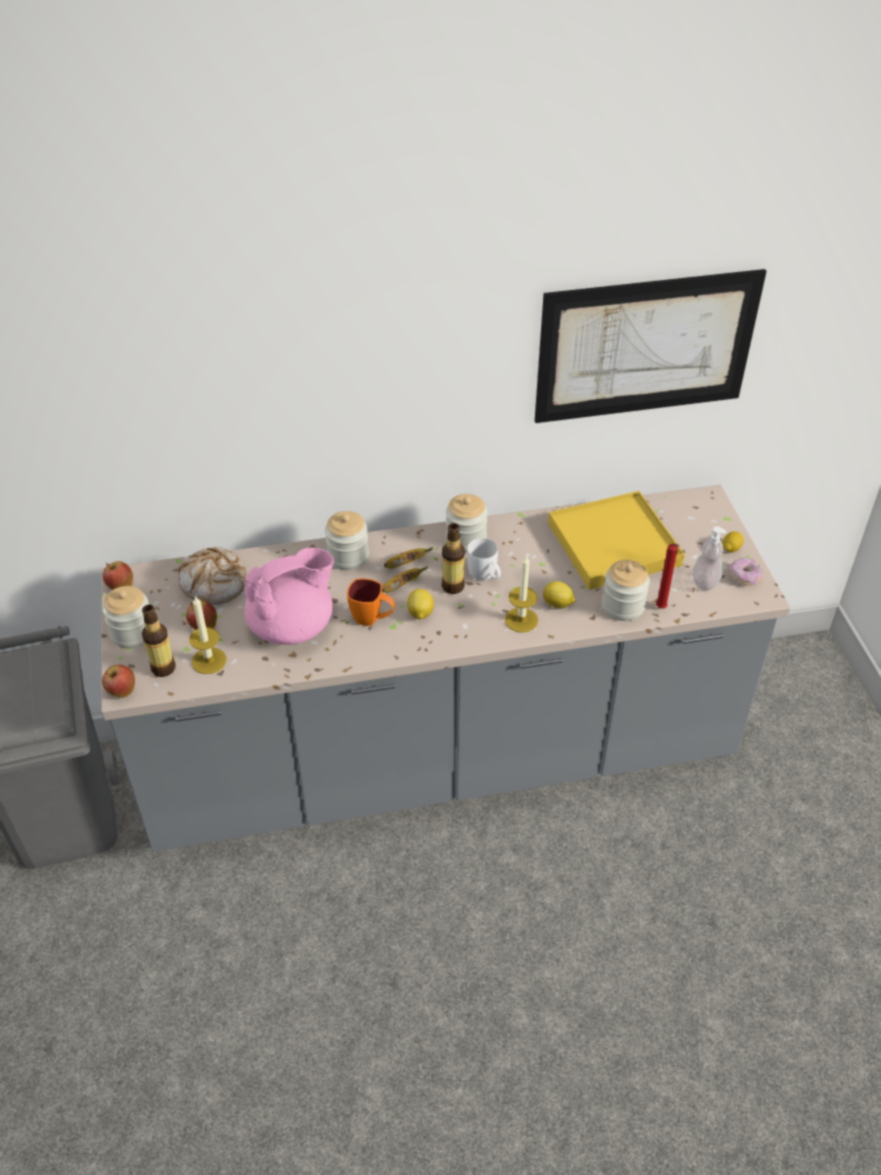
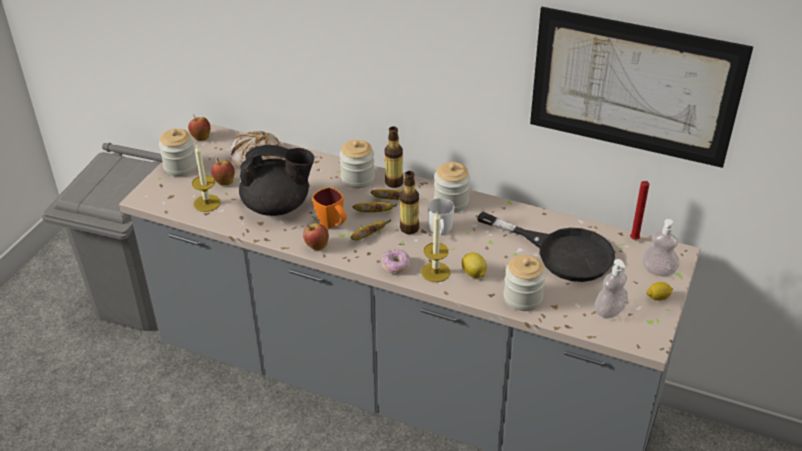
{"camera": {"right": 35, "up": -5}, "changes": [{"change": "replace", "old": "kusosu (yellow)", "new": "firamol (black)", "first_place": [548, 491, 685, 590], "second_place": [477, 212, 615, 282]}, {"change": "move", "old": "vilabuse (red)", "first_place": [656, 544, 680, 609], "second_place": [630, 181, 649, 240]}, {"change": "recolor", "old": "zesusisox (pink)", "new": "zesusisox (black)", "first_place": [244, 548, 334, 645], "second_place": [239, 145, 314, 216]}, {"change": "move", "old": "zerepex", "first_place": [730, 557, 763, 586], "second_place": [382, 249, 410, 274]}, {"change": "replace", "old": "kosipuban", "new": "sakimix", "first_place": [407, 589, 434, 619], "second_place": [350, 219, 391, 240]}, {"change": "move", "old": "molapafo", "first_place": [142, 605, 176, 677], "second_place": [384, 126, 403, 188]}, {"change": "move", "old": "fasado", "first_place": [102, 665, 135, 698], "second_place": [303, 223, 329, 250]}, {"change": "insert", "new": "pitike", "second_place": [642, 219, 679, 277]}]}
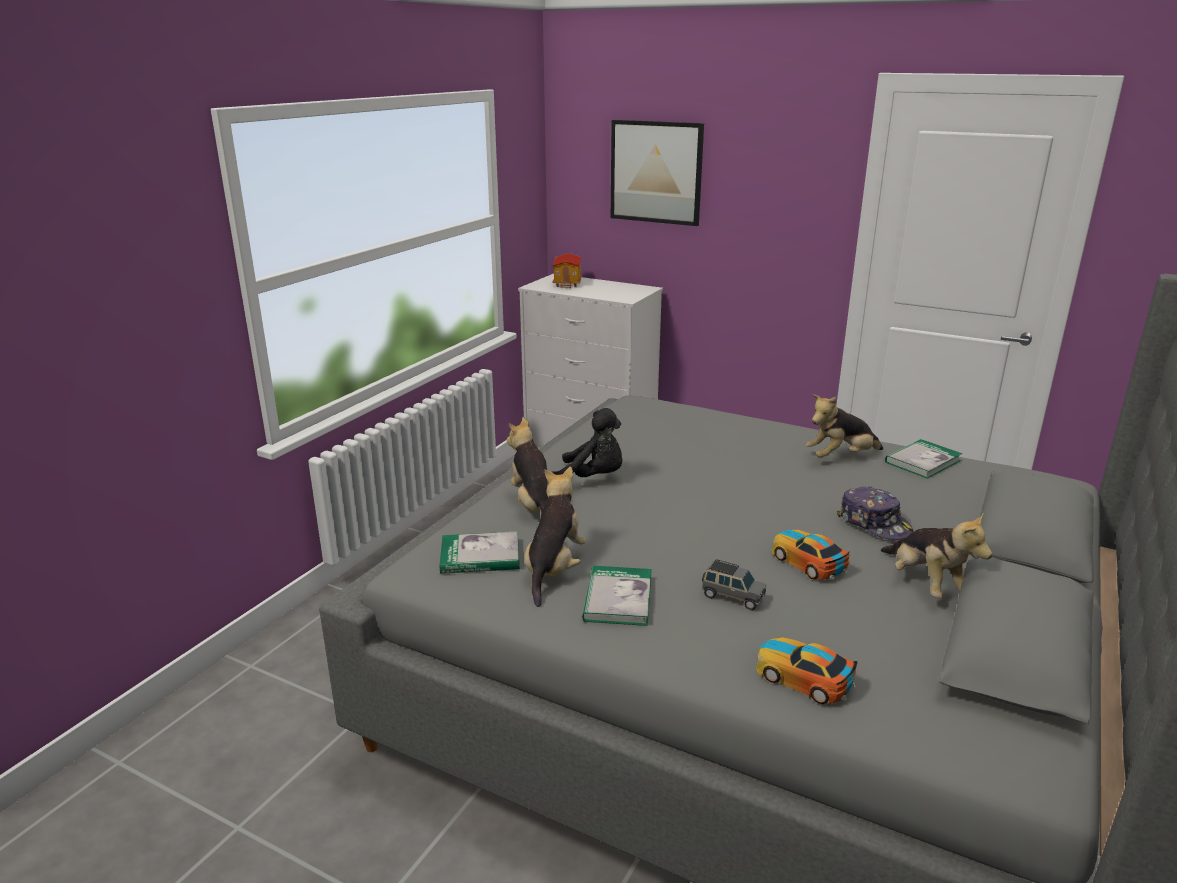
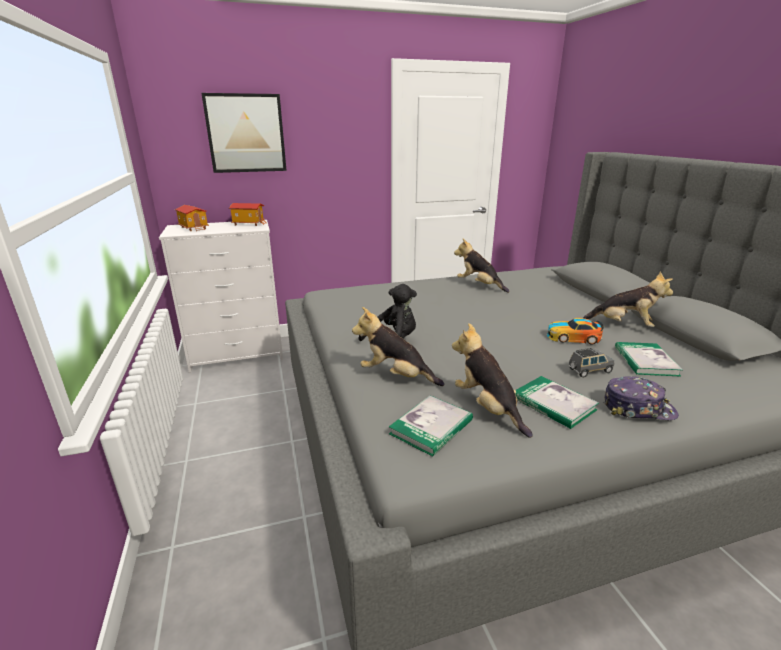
{"camera": {"right": -45, "up": 0}, "changes": [{"change": "rotate", "old": "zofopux", "first_place": [806, 394, 883, 458], "second_place": [454, 238, 509, 293], "degrees": 105}, {"change": "move", "old": "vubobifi", "first_place": [885, 439, 962, 479], "second_place": [615, 342, 683, 376]}, {"change": "move", "old": "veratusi", "first_place": [837, 486, 913, 540], "second_place": [603, 376, 679, 420]}, {"change": "delete", "old": "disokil", "first_place": [756, 637, 857, 704]}, {"change": "insert", "new": "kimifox", "second_place": [229, 203, 267, 226]}]}
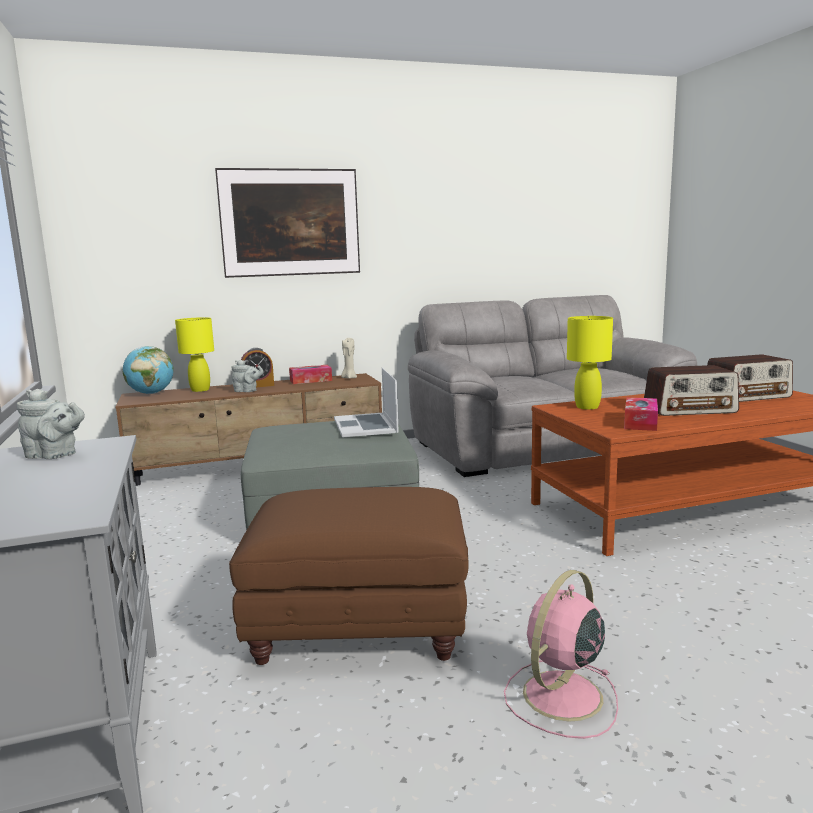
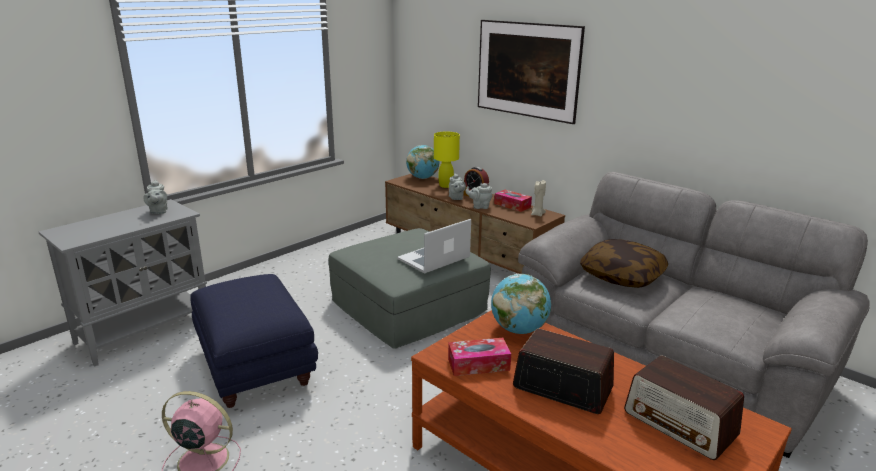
{"camera": {"right": 60, "up": 10}, "changes": [{"change": "replace", "old": "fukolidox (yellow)", "new": "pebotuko", "first_place": [567, 316, 613, 410], "second_place": [491, 274, 551, 334]}, {"change": "rotate", "old": "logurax", "first_place": [644, 365, 739, 416], "second_place": [513, 329, 614, 414], "degrees": 150}, {"change": "recolor", "old": "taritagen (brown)", "new": "taritagen (blue)", "first_place": [229, 487, 469, 665], "second_place": [190, 274, 318, 408]}, {"change": "insert", "new": "zesusisox (grey)", "second_place": [465, 183, 492, 209]}, {"change": "insert", "new": "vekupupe", "second_place": [580, 239, 668, 288]}]}
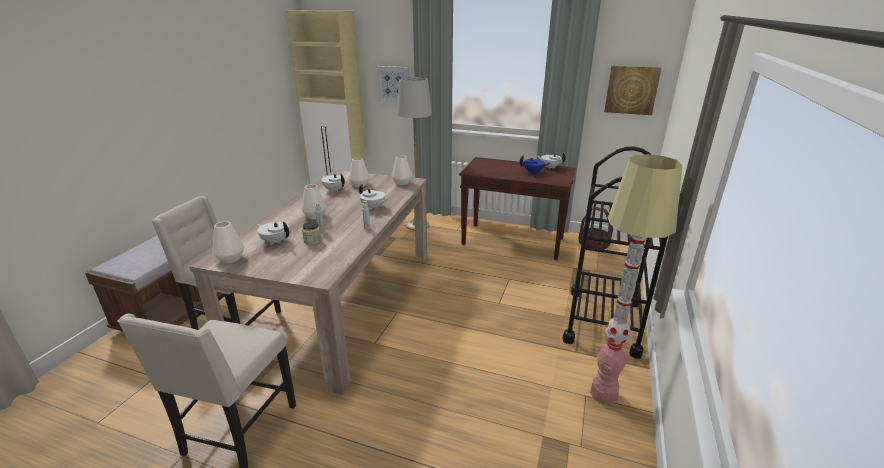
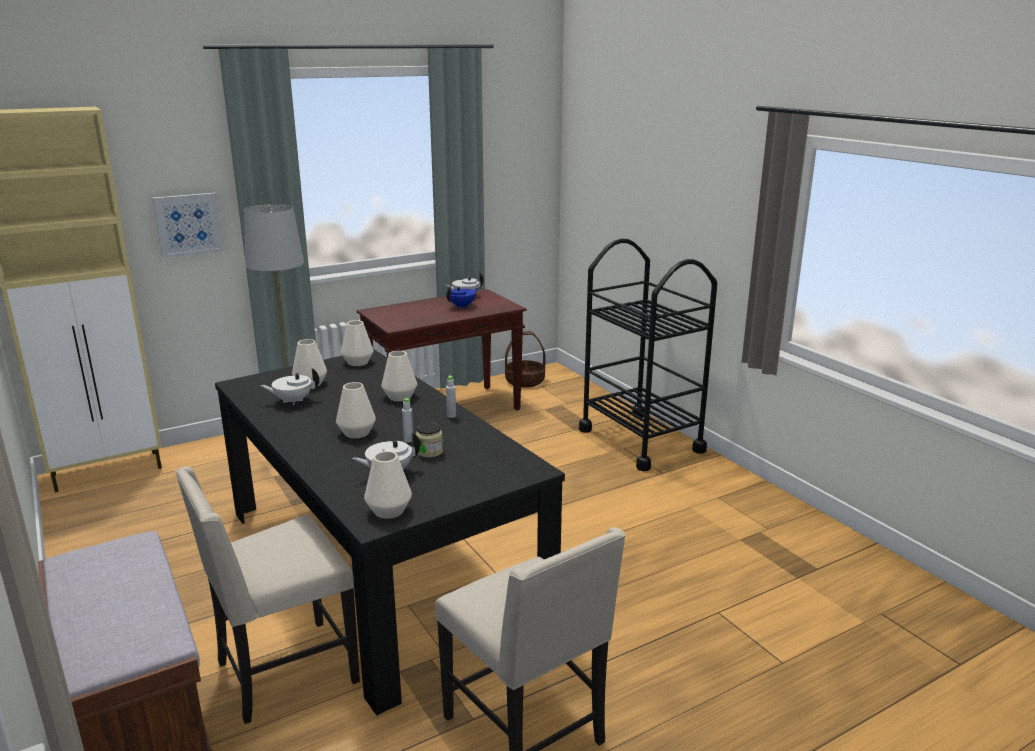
{"camera": {"right": -50, "up": -5}, "changes": [{"change": "delete", "old": "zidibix", "first_place": [604, 65, 661, 115]}, {"change": "delete", "old": "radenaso", "first_place": [590, 154, 682, 404]}, {"change": "recolor", "old": "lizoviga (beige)", "new": "lizoviga (black)", "first_place": [189, 170, 427, 395], "second_place": [215, 349, 565, 715]}, {"change": "replace", "old": "zesusisox (white)", "new": "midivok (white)", "first_place": [359, 184, 388, 210], "second_place": [381, 351, 417, 402]}]}
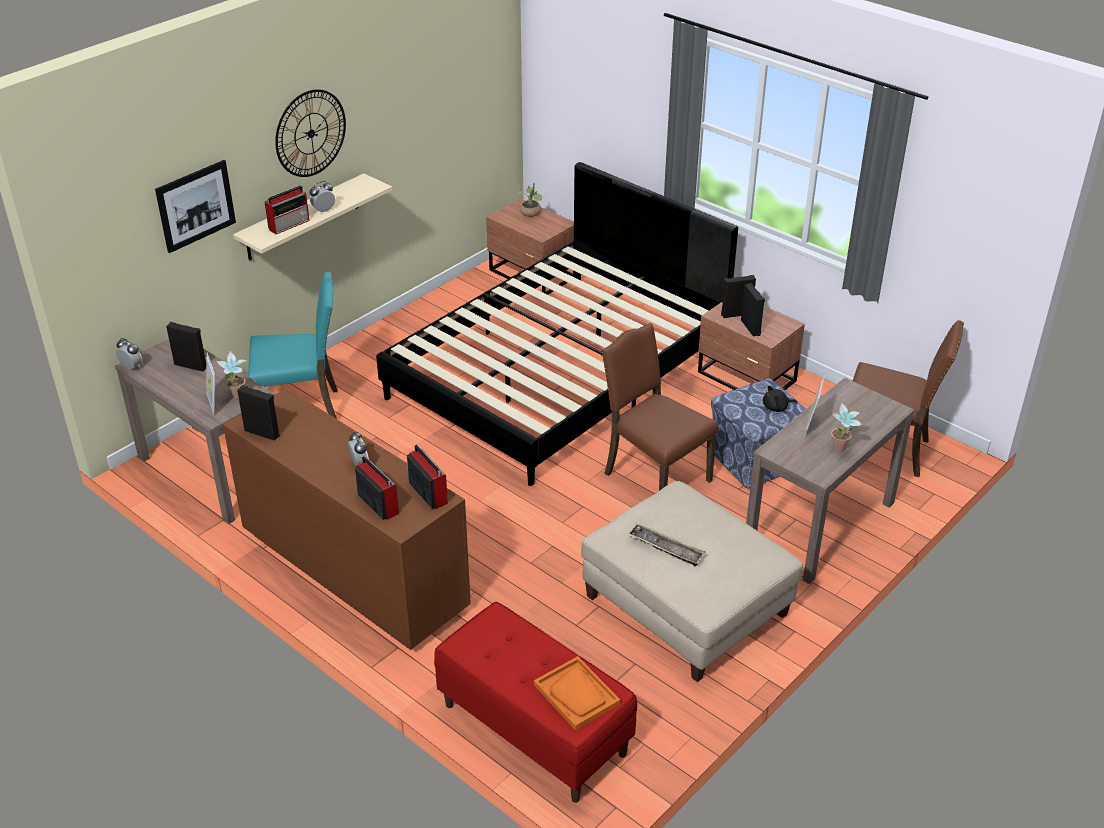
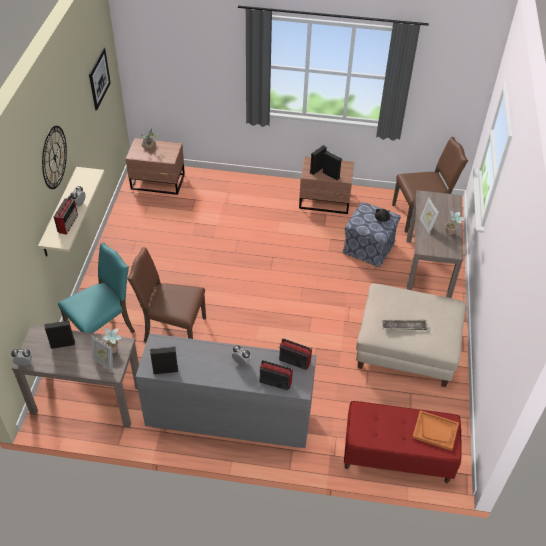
{"camera": {"right": -35, "up": 10}, "changes": [{"change": "move", "old": "zidibix", "first_place": [155, 160, 236, 253], "second_place": [89, 47, 111, 110]}, {"change": "delete", "old": "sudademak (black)", "first_place": [376, 162, 738, 486]}, {"change": "move", "old": "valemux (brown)", "first_place": [601, 323, 719, 491], "second_place": [128, 247, 206, 342]}, {"change": "recolor", "old": "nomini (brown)", "new": "nomini (grey)", "first_place": [223, 388, 471, 650], "second_place": [136, 333, 316, 448]}]}
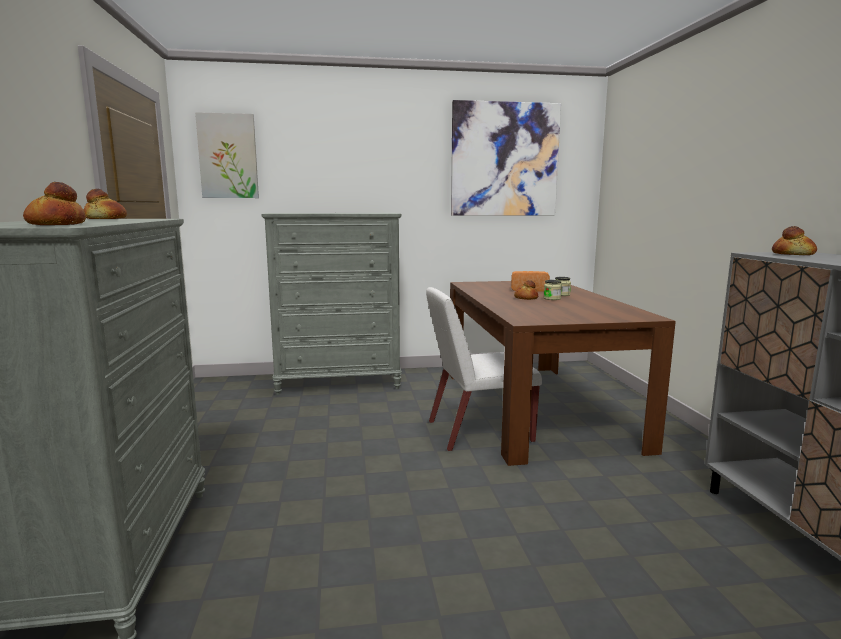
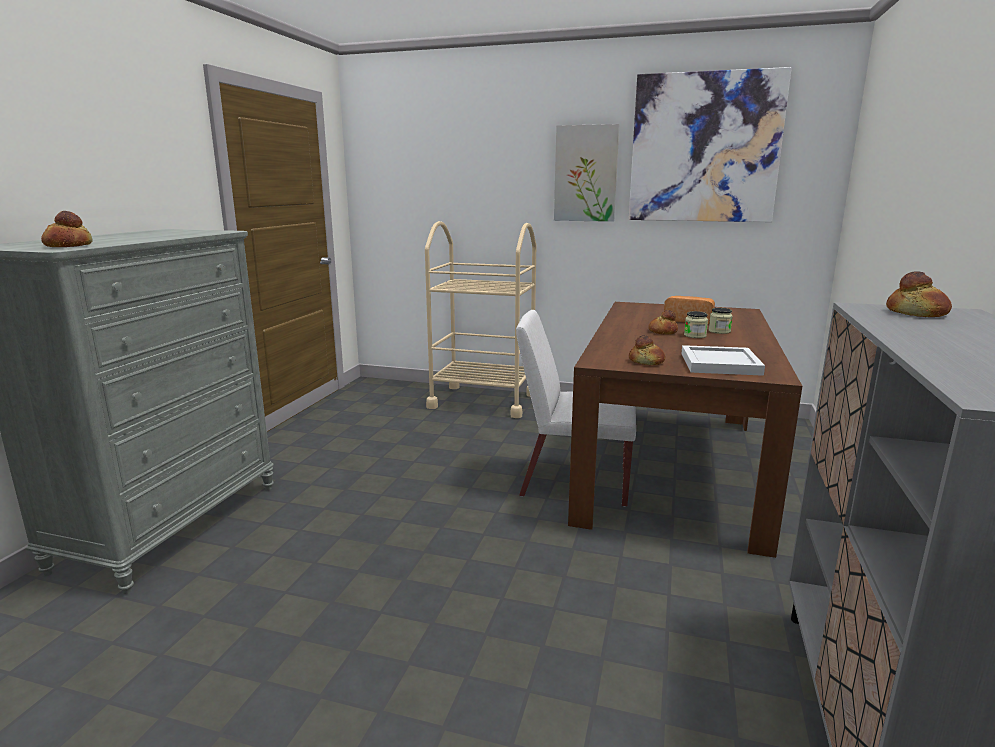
{"camera": {"right": 25, "up": 5}, "changes": [{"change": "move", "old": "zidibix", "first_place": [195, 112, 259, 198], "second_place": [554, 124, 619, 222]}, {"change": "move", "old": "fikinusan", "first_place": [84, 189, 127, 219], "second_place": [629, 335, 665, 365]}, {"change": "replace", "old": "nomini (grey)", "new": "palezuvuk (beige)", "first_place": [261, 213, 402, 395], "second_place": [425, 221, 536, 418]}, {"change": "insert", "new": "kusosu (white)", "second_place": [681, 345, 765, 376]}]}
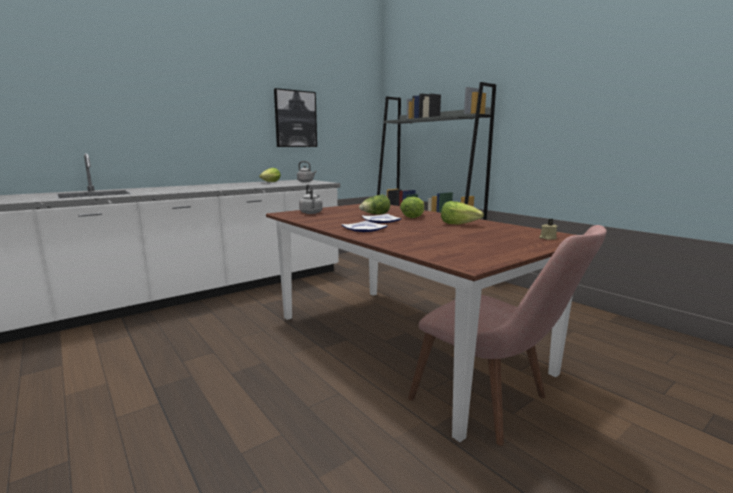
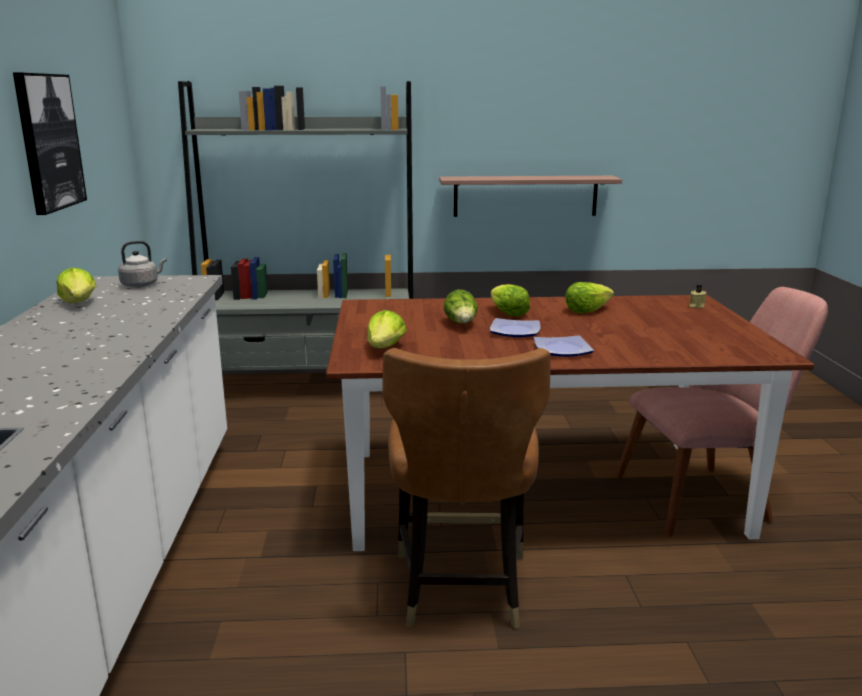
{"camera": {"right": -55, "up": 5}, "changes": [{"change": "replace", "old": "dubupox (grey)", "new": "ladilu", "first_place": [299, 184, 323, 214], "second_place": [367, 310, 407, 348]}, {"change": "insert", "new": "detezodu", "second_place": [439, 176, 622, 217]}, {"change": "insert", "new": "valemux (brown)", "second_place": [382, 348, 551, 629]}]}
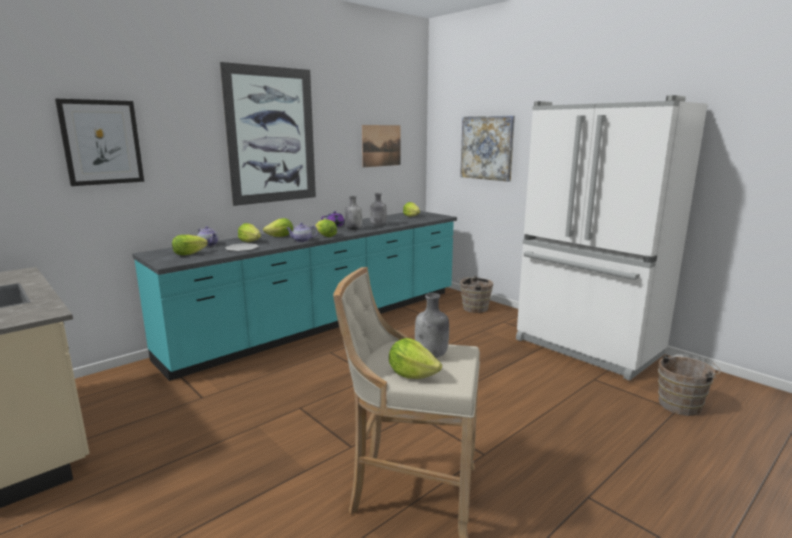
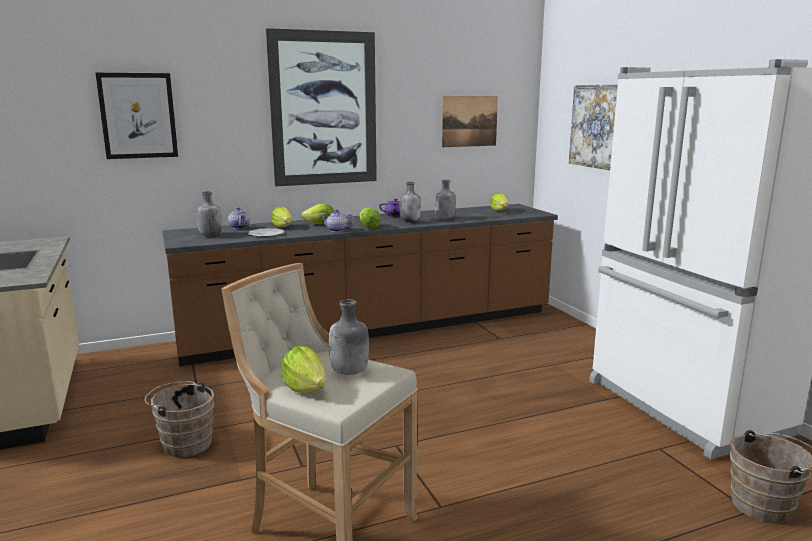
{"camera": {"right": 20, "up": 0}, "changes": [{"change": "recolor", "old": "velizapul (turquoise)", "new": "velizapul (brown)", "first_place": [132, 211, 457, 381], "second_place": [163, 204, 558, 367]}, {"change": "replace", "old": "ladilu", "new": "molapafo (grey)", "first_place": [172, 235, 208, 255], "second_place": [197, 191, 222, 236]}, {"change": "move", "old": "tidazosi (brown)", "first_place": [456, 276, 493, 313], "second_place": [145, 381, 214, 457]}]}
